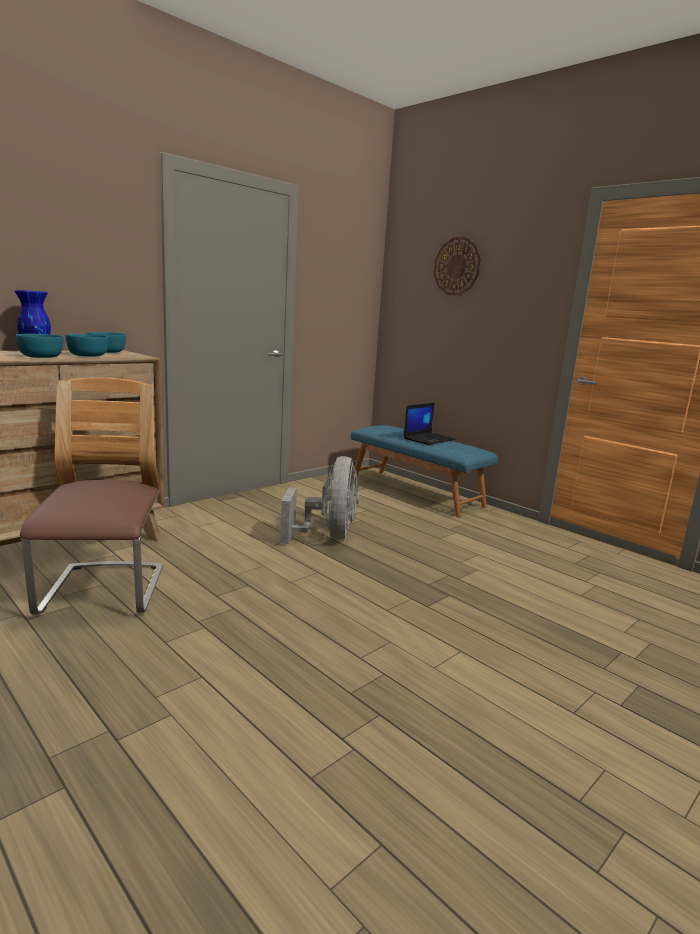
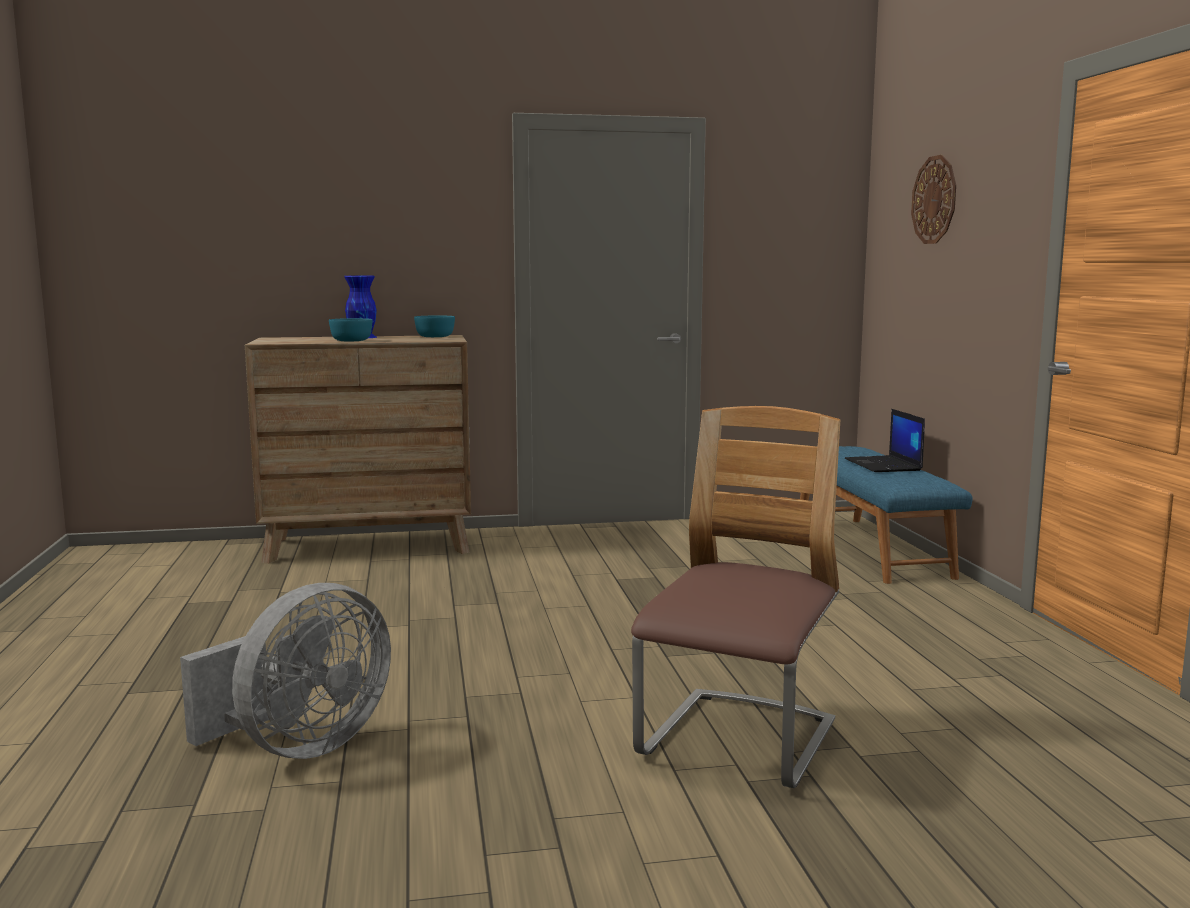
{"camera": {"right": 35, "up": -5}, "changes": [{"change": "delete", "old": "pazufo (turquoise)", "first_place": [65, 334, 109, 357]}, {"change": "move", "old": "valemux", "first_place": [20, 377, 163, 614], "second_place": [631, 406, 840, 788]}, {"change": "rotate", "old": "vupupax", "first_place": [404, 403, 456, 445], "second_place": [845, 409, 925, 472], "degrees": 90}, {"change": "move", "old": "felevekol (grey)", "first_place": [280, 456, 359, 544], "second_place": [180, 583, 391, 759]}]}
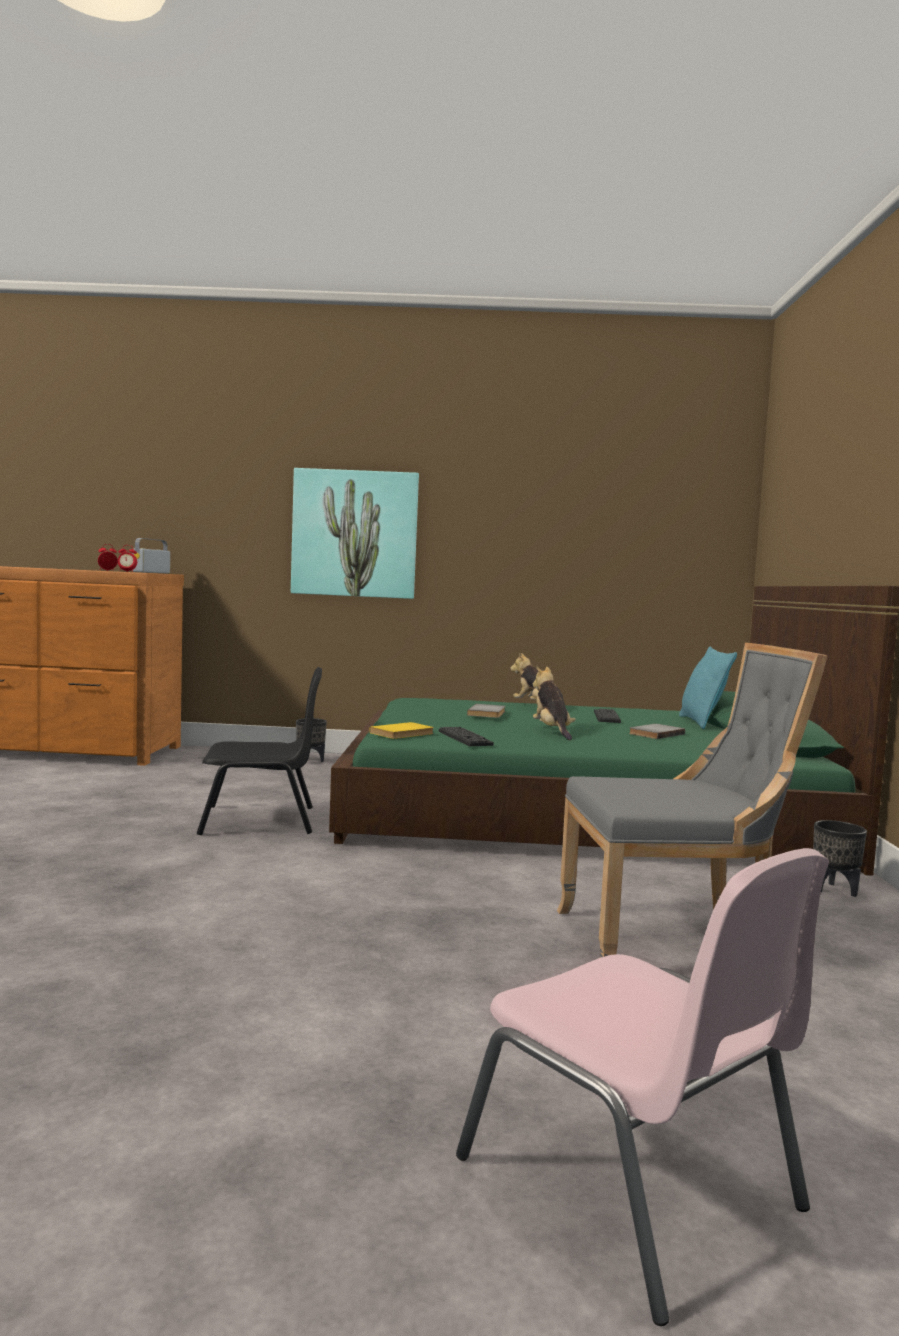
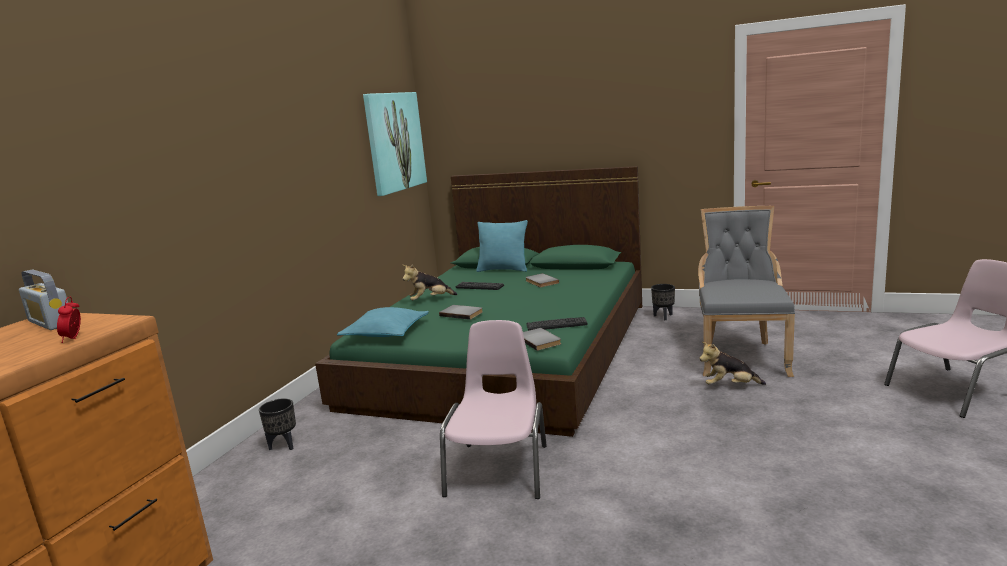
{"camera": {"right": -70, "up": 10}, "changes": [{"change": "move", "old": "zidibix", "first_place": [291, 468, 419, 599], "second_place": [363, 92, 427, 196]}, {"change": "delete", "old": "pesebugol", "first_place": [118, 545, 137, 572]}, {"change": "move", "old": "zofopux", "first_place": [533, 666, 575, 740], "second_place": [699, 342, 766, 385]}, {"change": "recolor", "old": "valemux (black)", "new": "valemux (pink)", "first_place": [197, 667, 322, 835], "second_place": [440, 320, 547, 499]}, {"change": "recolor", "old": "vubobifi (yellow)", "new": "vubobifi (grey)", "first_place": [369, 722, 434, 739], "second_place": [523, 328, 561, 351]}, {"change": "insert", "new": "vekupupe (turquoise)", "second_place": [337, 307, 429, 337]}]}
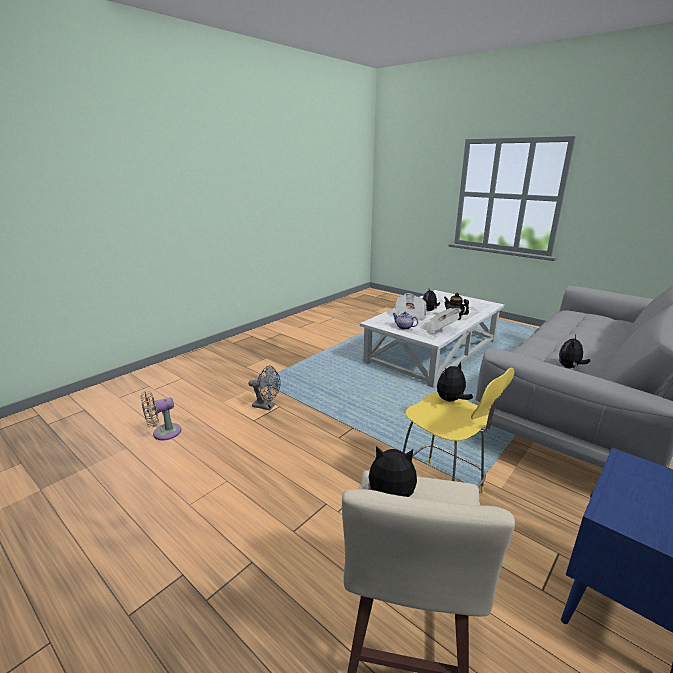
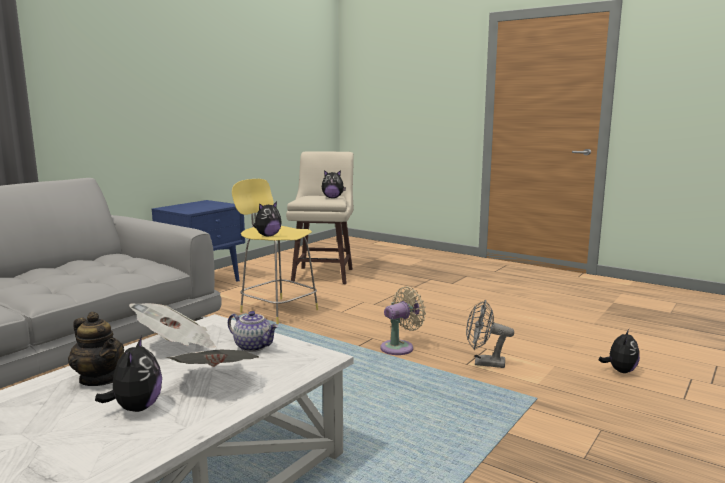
{"camera": {"right": 175, "up": -10}, "changes": [{"change": "move", "old": "zofopux", "first_place": [559, 334, 590, 368], "second_place": [599, 329, 640, 373]}, {"change": "move", "old": "felevekol (beige)", "first_place": [141, 391, 181, 440], "second_place": [380, 286, 426, 355]}]}
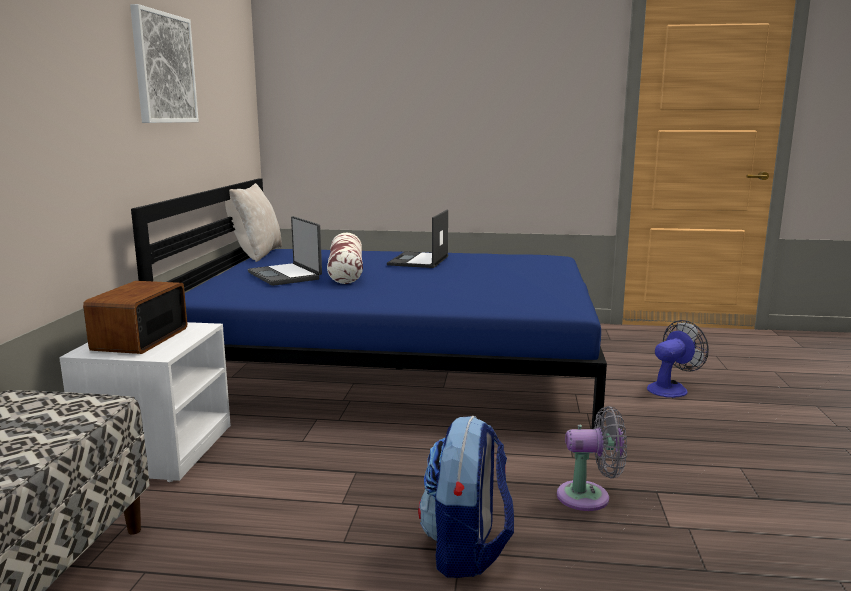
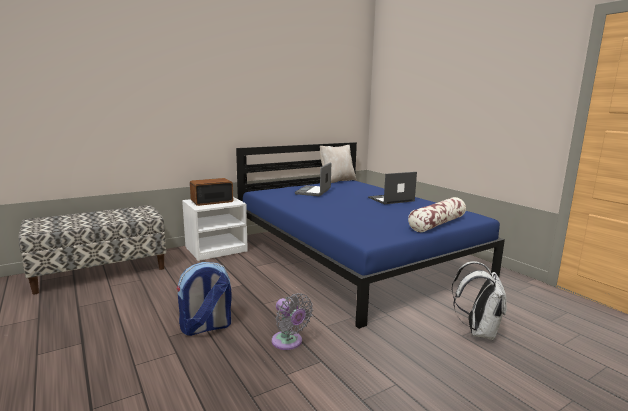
{"camera": {"right": 50, "up": 0}, "changes": [{"change": "delete", "old": "zidibix", "first_place": [130, 4, 199, 123]}, {"change": "move", "old": "vekupupe", "first_place": [327, 233, 363, 284], "second_place": [408, 197, 466, 232]}, {"change": "replace", "old": "felevekol", "new": "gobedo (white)", "first_place": [647, 320, 709, 398], "second_place": [452, 261, 507, 340]}]}
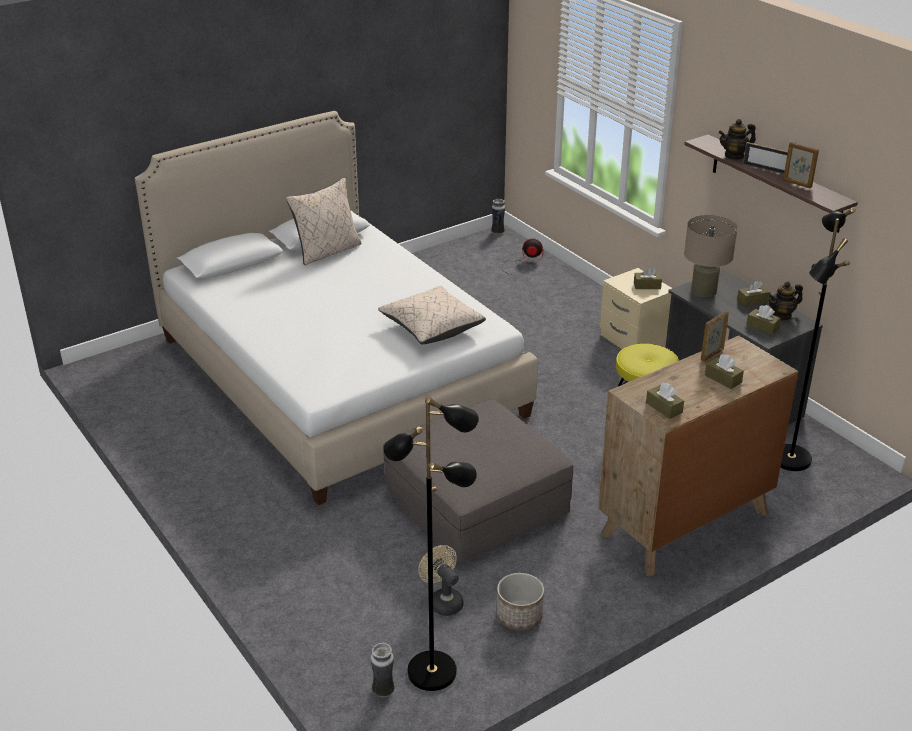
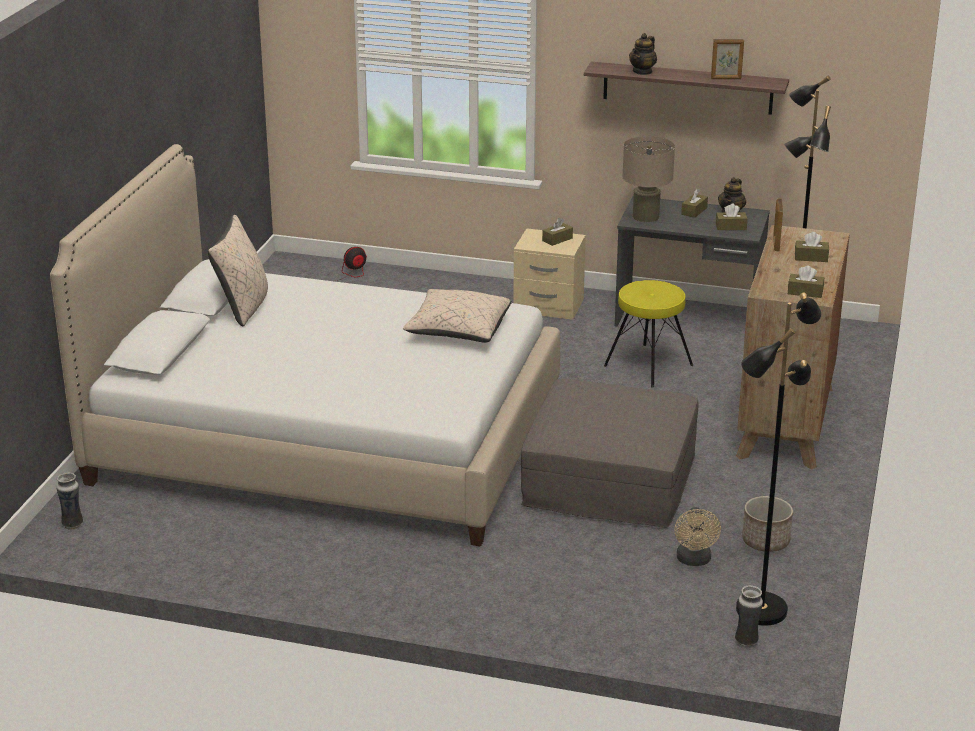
{"camera": {"right": -40, "up": -5}, "changes": [{"change": "delete", "old": "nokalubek", "first_place": [743, 142, 788, 174]}, {"change": "move", "old": "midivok", "first_place": [491, 199, 505, 235], "second_place": [56, 473, 83, 530]}, {"change": "rotate", "old": "felevekol (beige)", "first_place": [418, 545, 463, 616], "second_place": [674, 507, 721, 566], "degrees": -105}]}
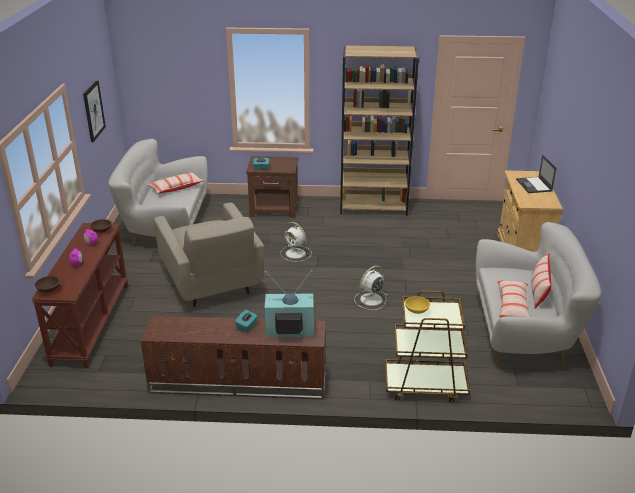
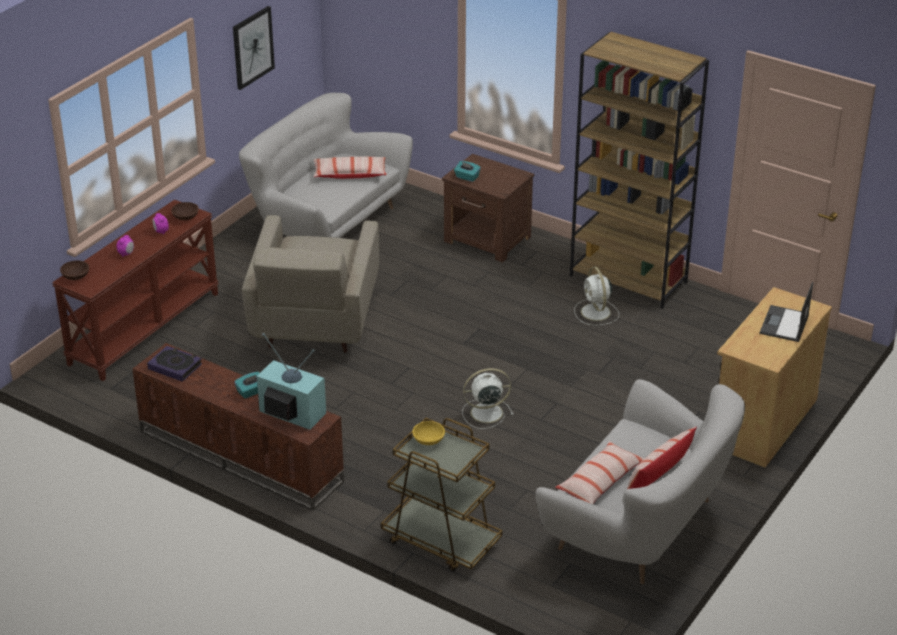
{"camera": {"right": 30, "up": 5}, "changes": [{"change": "move", "old": "felevekol (white)", "first_place": [281, 222, 312, 262], "second_place": [574, 267, 619, 326]}, {"change": "insert", "new": "vubobifi", "second_place": [147, 346, 202, 382]}]}
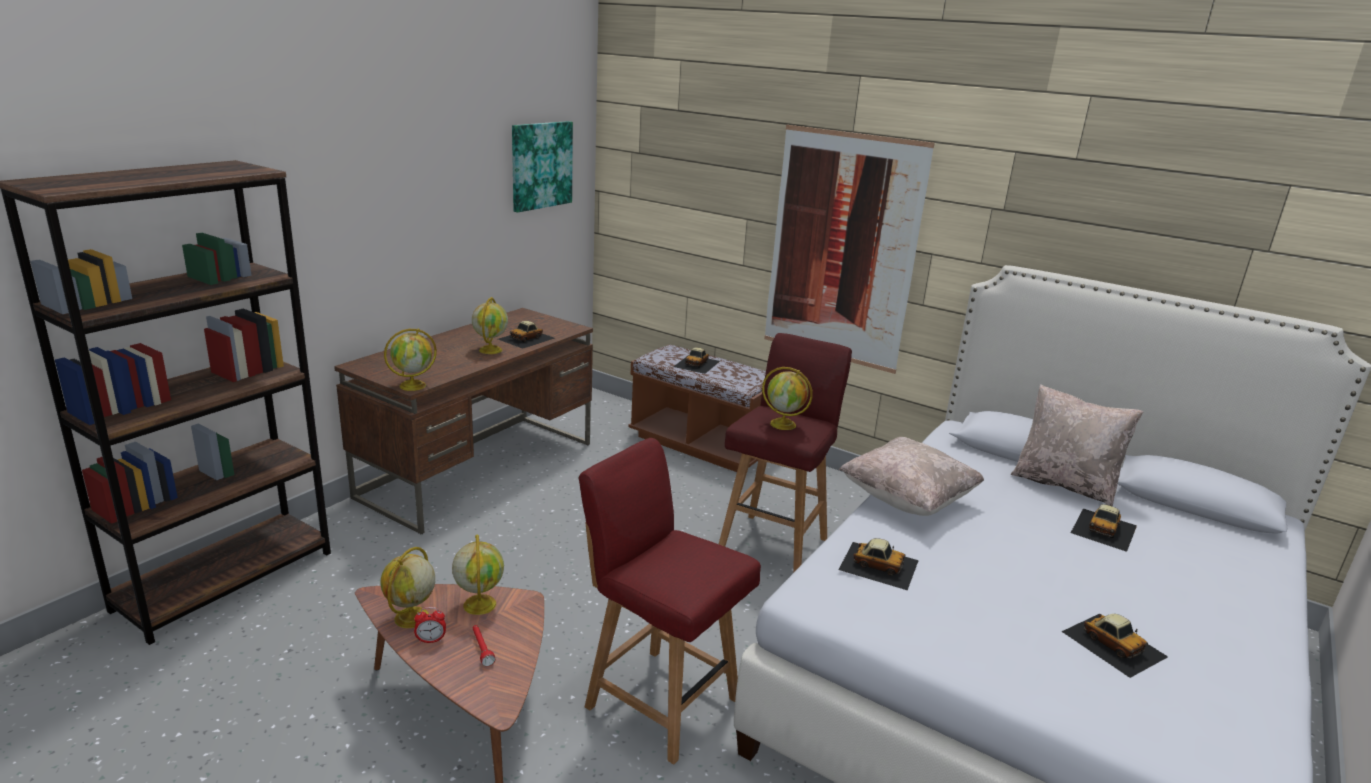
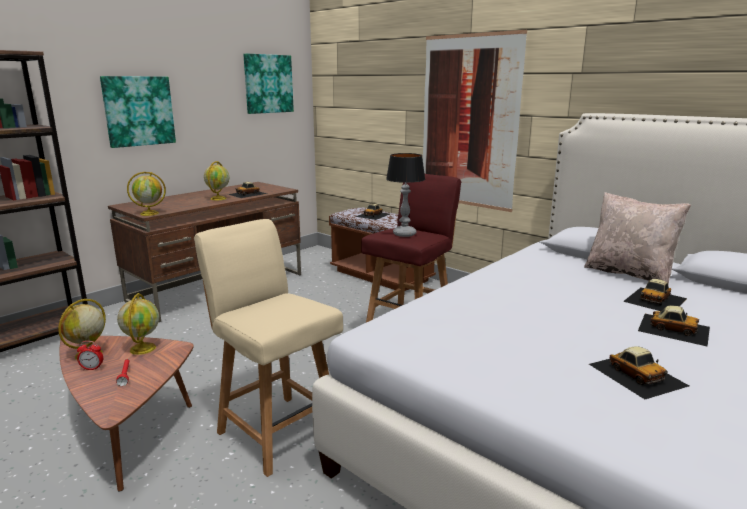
{"camera": {"right": 10, "up": -5}, "changes": [{"change": "replace", "old": "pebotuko", "new": "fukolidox", "first_place": [762, 367, 813, 430], "second_place": [386, 153, 425, 237]}, {"change": "delete", "old": "vekupupe (beige)", "first_place": [839, 437, 984, 516]}, {"change": "recolor", "old": "valemux (red)", "new": "valemux (beige)", "first_place": [579, 438, 761, 765], "second_place": [194, 219, 343, 477]}, {"change": "move", "old": "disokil", "first_place": [839, 538, 919, 590], "second_place": [638, 305, 710, 347]}, {"change": "insert", "new": "zidibix", "second_place": [100, 76, 176, 148]}]}
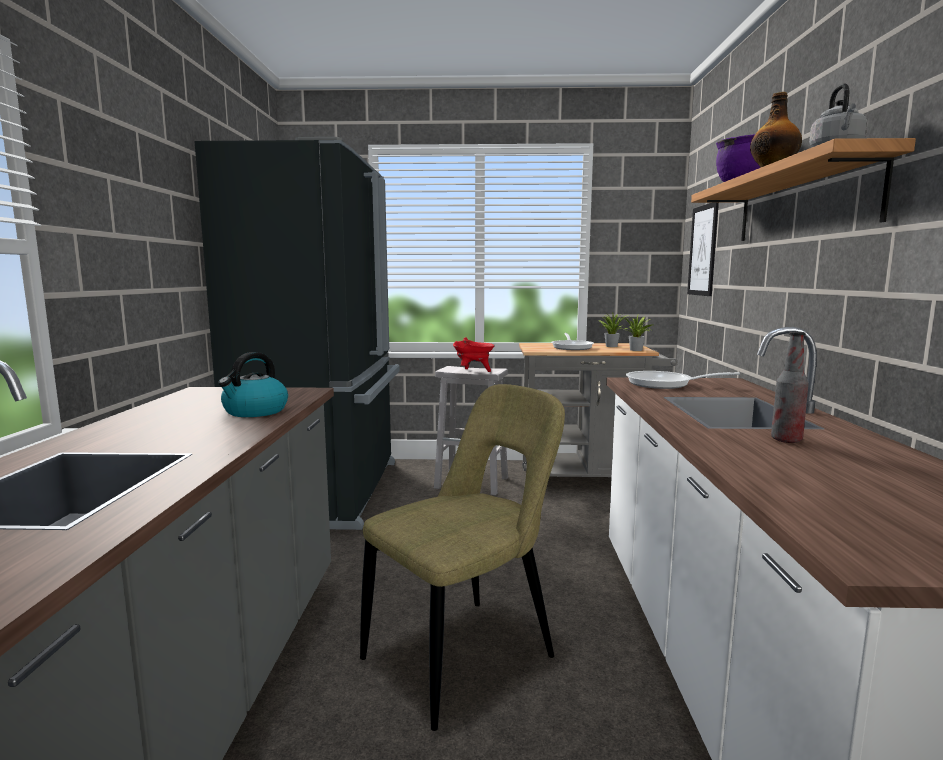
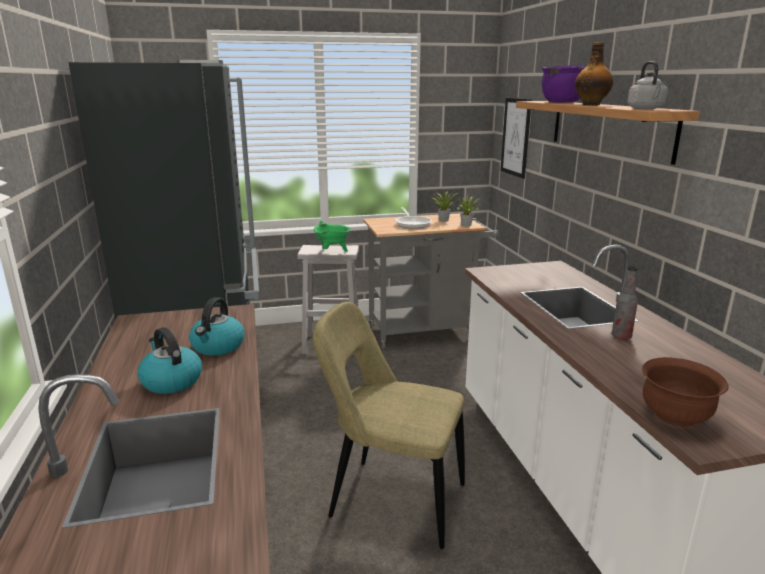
{"camera": {"right": -15, "up": 10}, "changes": [{"change": "recolor", "old": "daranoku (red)", "new": "daranoku (green)", "first_place": [453, 337, 495, 372], "second_place": [314, 221, 351, 252]}, {"change": "delete", "old": "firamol", "first_place": [626, 371, 740, 389]}, {"change": "rotate", "old": "valemux (beige)", "first_place": [360, 384, 565, 731], "second_place": [312, 302, 465, 549], "degrees": -105}, {"change": "insert", "new": "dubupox", "second_place": [137, 327, 202, 394]}, {"change": "insert", "new": "pazufo (brown)", "second_place": [642, 357, 729, 427]}]}
